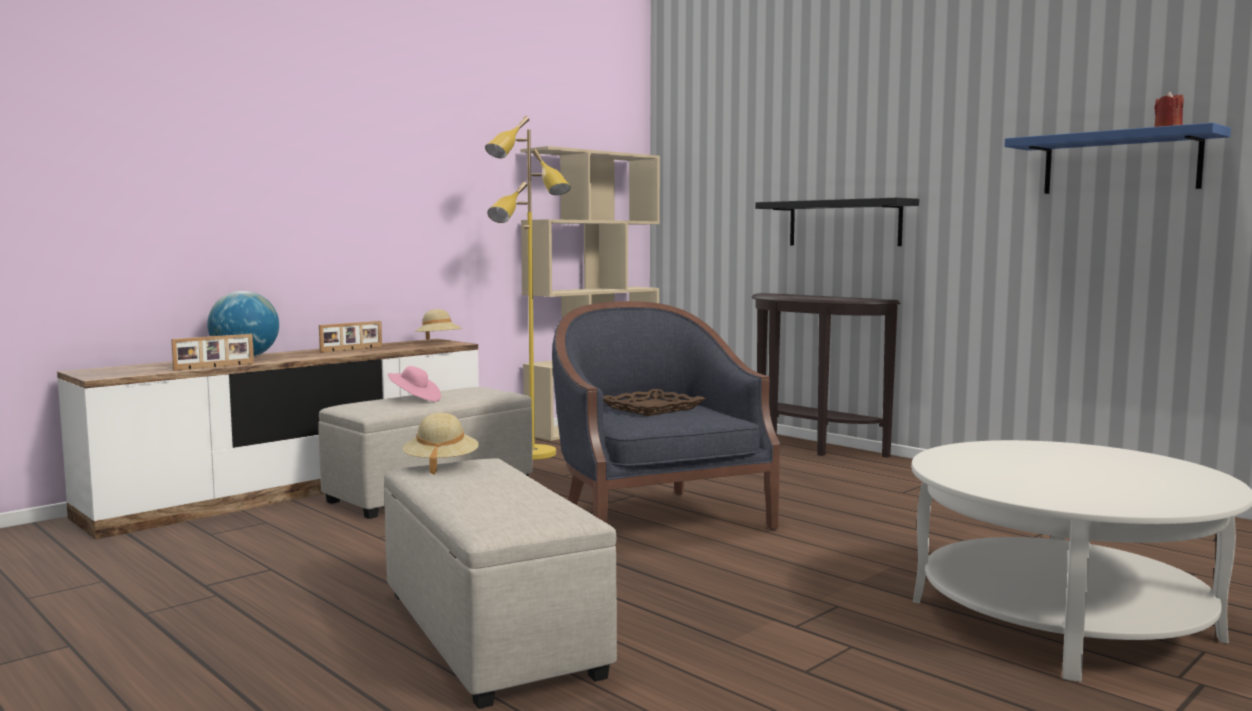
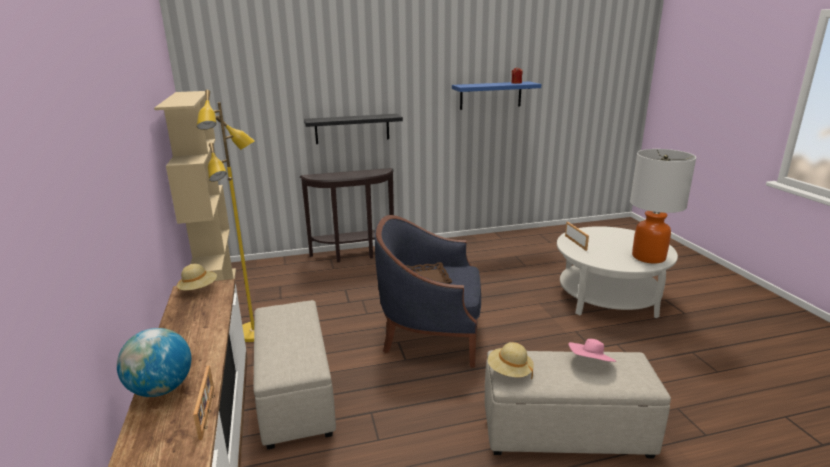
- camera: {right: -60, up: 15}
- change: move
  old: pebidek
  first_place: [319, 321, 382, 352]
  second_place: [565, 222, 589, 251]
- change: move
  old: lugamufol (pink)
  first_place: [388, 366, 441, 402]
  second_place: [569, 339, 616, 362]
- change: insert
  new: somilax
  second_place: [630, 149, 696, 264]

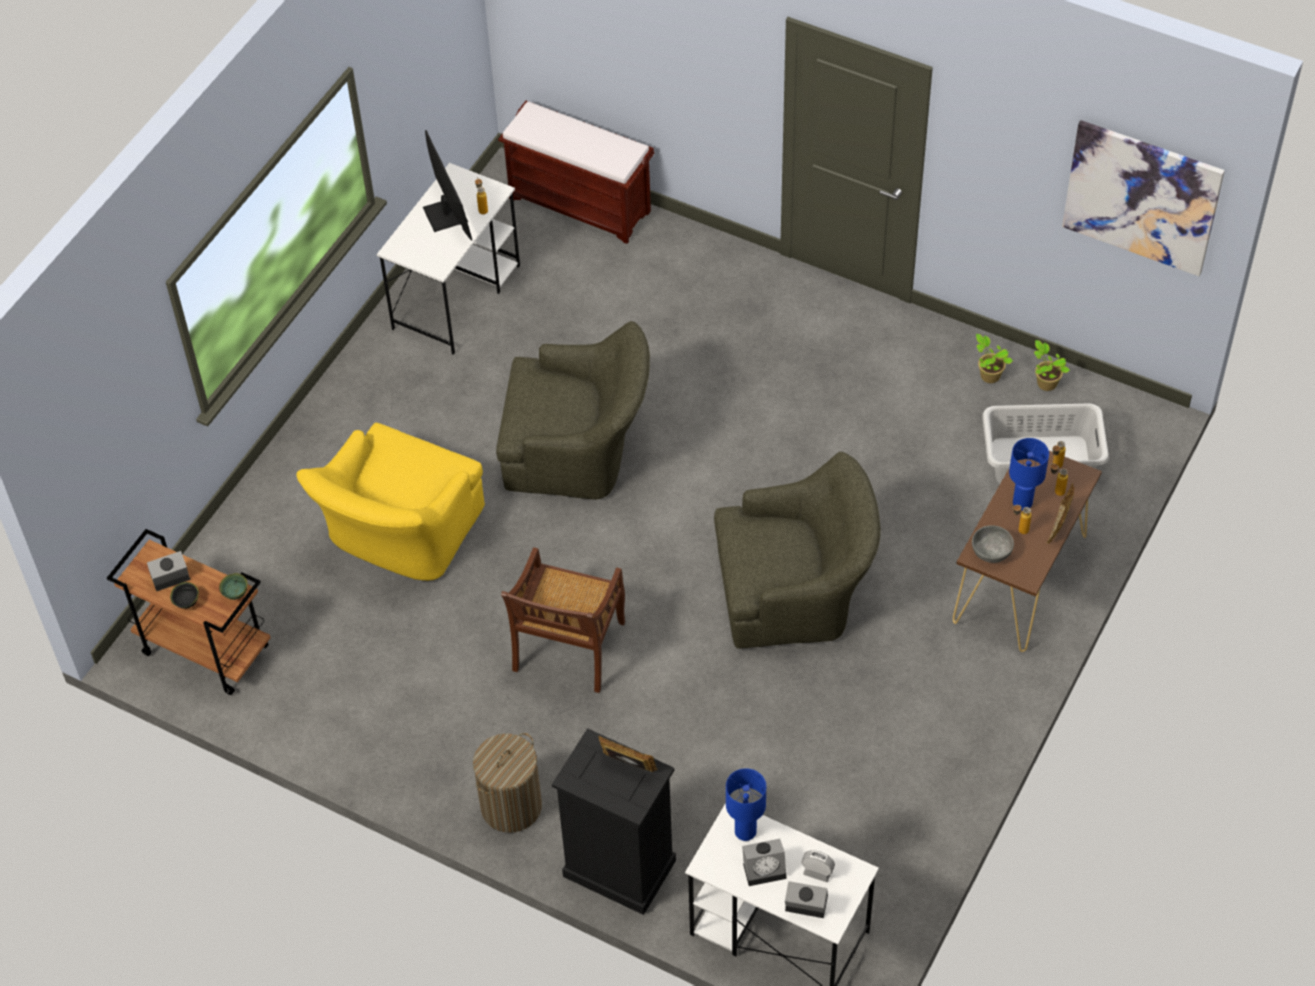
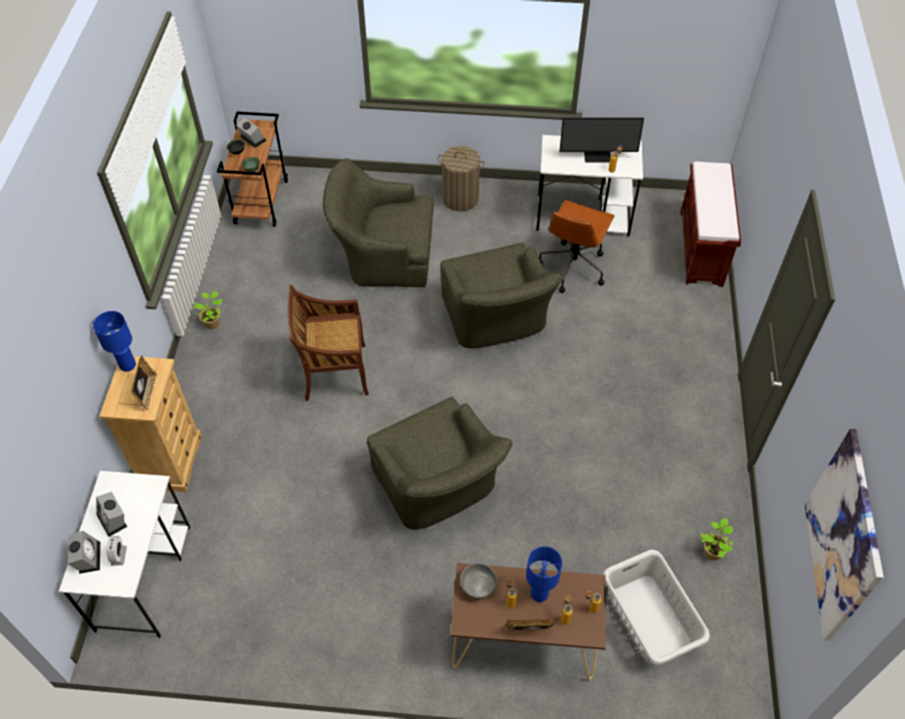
- camera: {right: 65, up: 0}
- change: move
  old: somilax (blue)
  first_place: [726, 768, 766, 841]
  second_place: [93, 311, 136, 372]
- change: recolor
  old: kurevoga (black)
  new: kurevoga (beige)
  first_place: [552, 728, 676, 915]
  second_place: [99, 356, 202, 492]
- change: move
  old: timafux
  first_place: [1034, 340, 1070, 391]
  second_place: [192, 290, 223, 329]
- change: recolor
  old: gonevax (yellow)
  new: gonevax (green)
  first_place: [296, 423, 485, 581]
  second_place: [323, 158, 434, 287]
- change: move
  old: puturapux
  first_place: [473, 733, 542, 833]
  second_place: [438, 146, 485, 211]
- change: insert
  new: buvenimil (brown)
  second_place: [539, 200, 615, 293]
- change: rotate
  old: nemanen
  first_place: [423, 130, 472, 241]
  second_place: [559, 118, 644, 162]
  degrees: 45

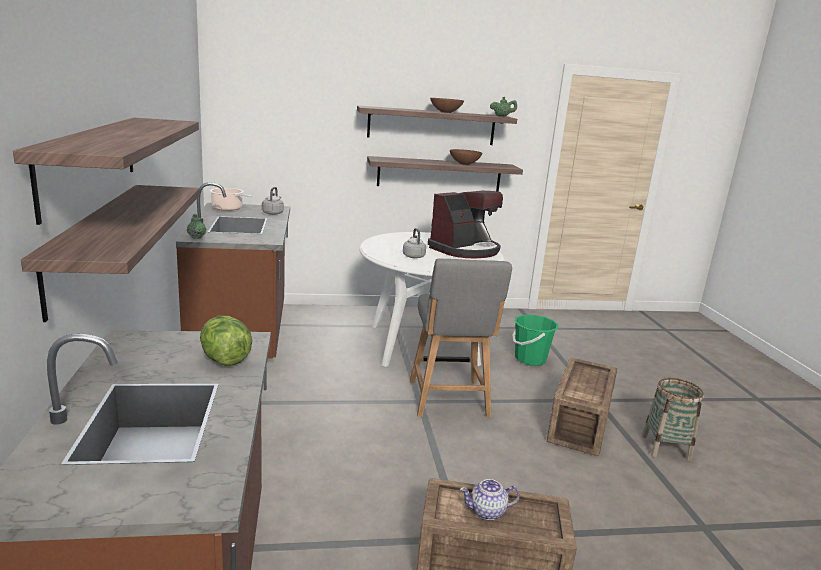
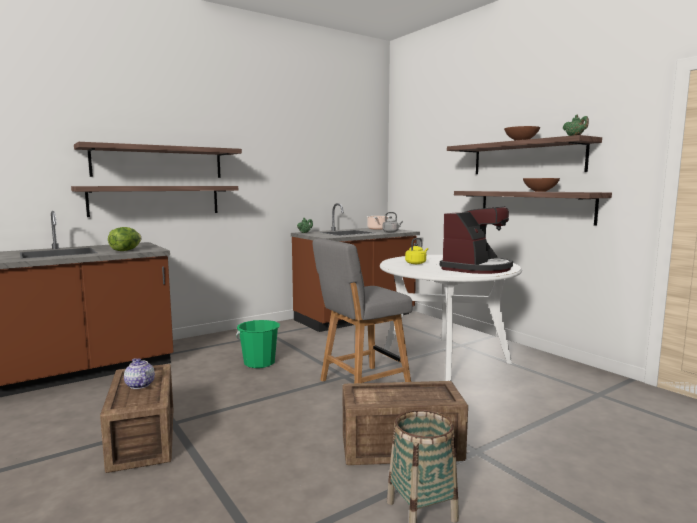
- camera: {right: 65, up: -10}
- change: move
  old: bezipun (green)
  first_place: [512, 315, 559, 366]
  second_place: [236, 320, 280, 368]
- change: recolor
  old: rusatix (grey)
  new: rusatix (yellow)
  first_place: [403, 228, 426, 258]
  second_place: [405, 238, 428, 264]
- change: rotate
  old: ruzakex
  first_place: [428, 191, 503, 258]
  second_place: [440, 206, 513, 274]
  degrees: -75

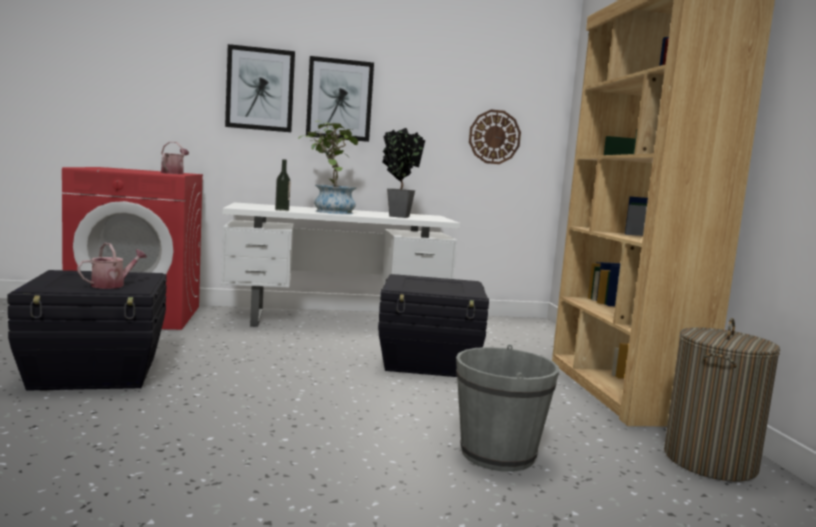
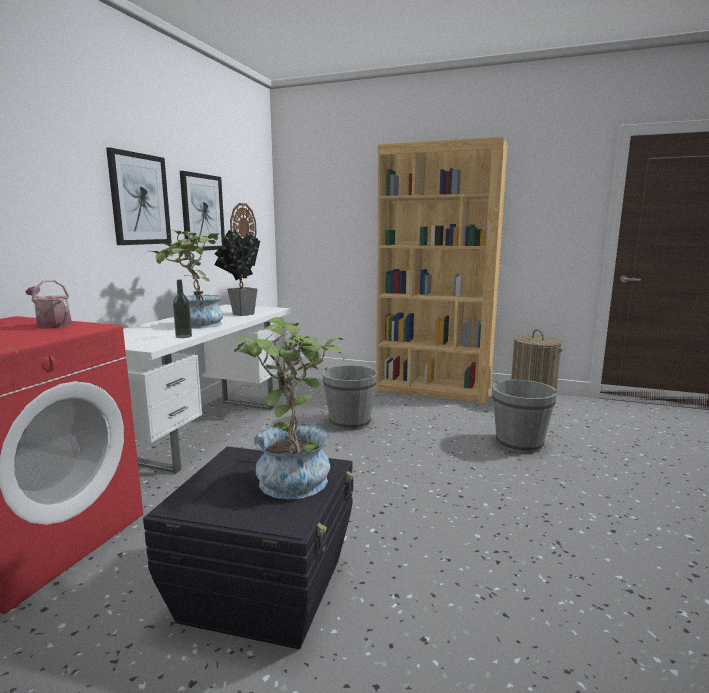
- camera: {right: -60, up: 5}
- change: move
  old: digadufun
  first_place: [225, 44, 295, 132]
  second_place: [180, 171, 225, 251]
- change: replace
  old: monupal
  new: timafux
  first_place: [77, 242, 147, 289]
  second_place: [234, 317, 344, 499]
- change: replace
  old: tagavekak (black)
  new: bezipun (grey)
  first_place: [378, 274, 489, 377]
  second_place: [322, 365, 378, 430]

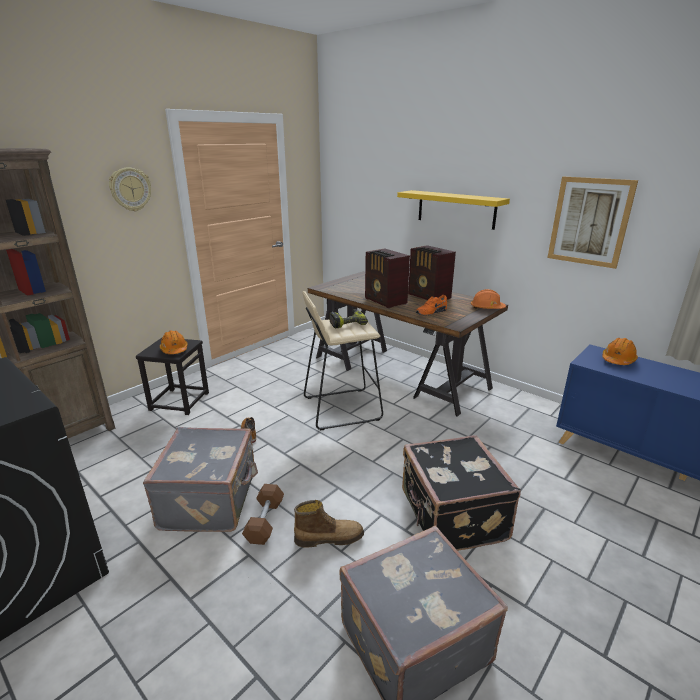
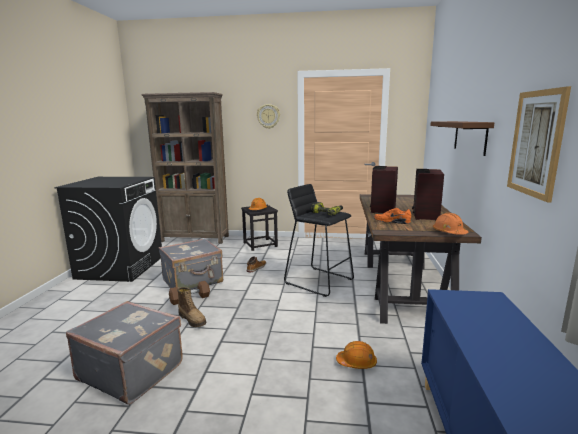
- camera: {right: 55, up: -10}
- change: recolor
  old: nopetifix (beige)
  new: nopetifix (black)
  first_place: [303, 291, 383, 431]
  second_place: [284, 184, 354, 297]
- change: move
  old: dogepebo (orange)
  first_place: [603, 338, 638, 365]
  second_place: [336, 341, 377, 369]
- change: recolor
  old: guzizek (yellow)
  new: guzizek (brown)
  first_place: [397, 190, 510, 230]
  second_place: [430, 121, 494, 156]
- change: delete
  old: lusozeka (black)
  first_place: [402, 435, 521, 551]

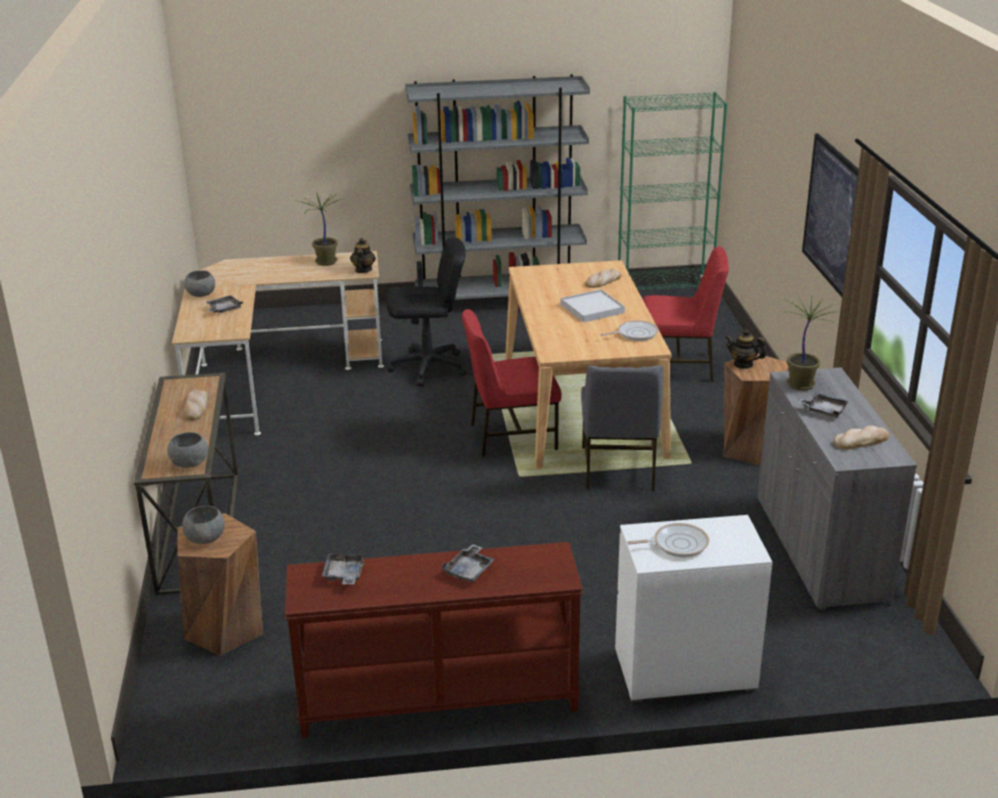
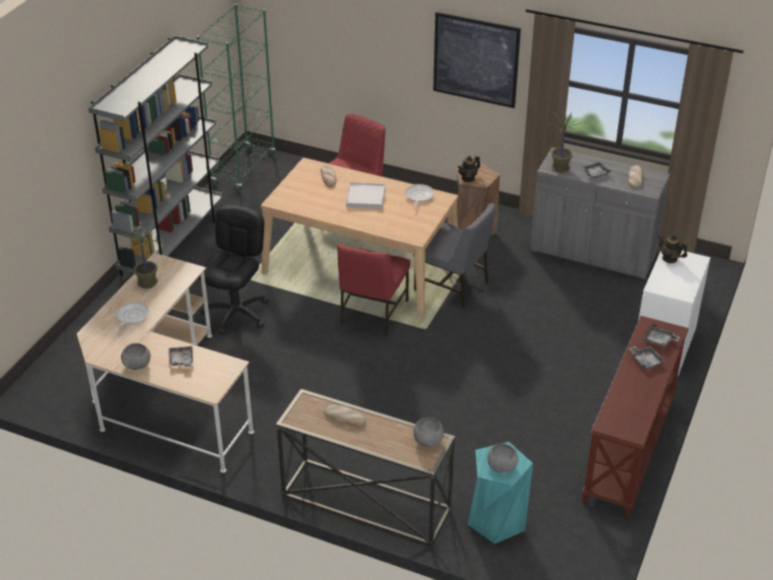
- camera: {right: -60, up: 10}
- change: move
  old: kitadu
  first_place: [627, 523, 709, 558]
  second_place: [114, 302, 150, 333]
- change: recolor
  old: nopetifix (brown)
  new: nopetifix (turquoise)
  first_place: [177, 513, 263, 656]
  second_place: [468, 442, 533, 544]
- change: move
  old: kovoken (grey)
  first_place: [321, 553, 364, 584]
  second_place: [643, 324, 680, 347]
- change: move
  old: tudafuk
  first_place: [350, 238, 376, 273]
  second_place: [658, 234, 687, 263]

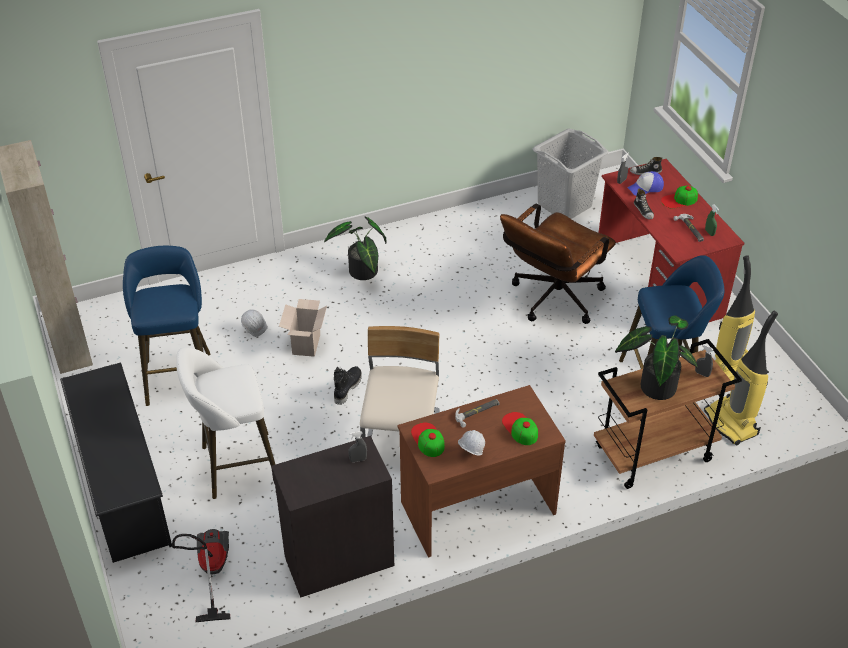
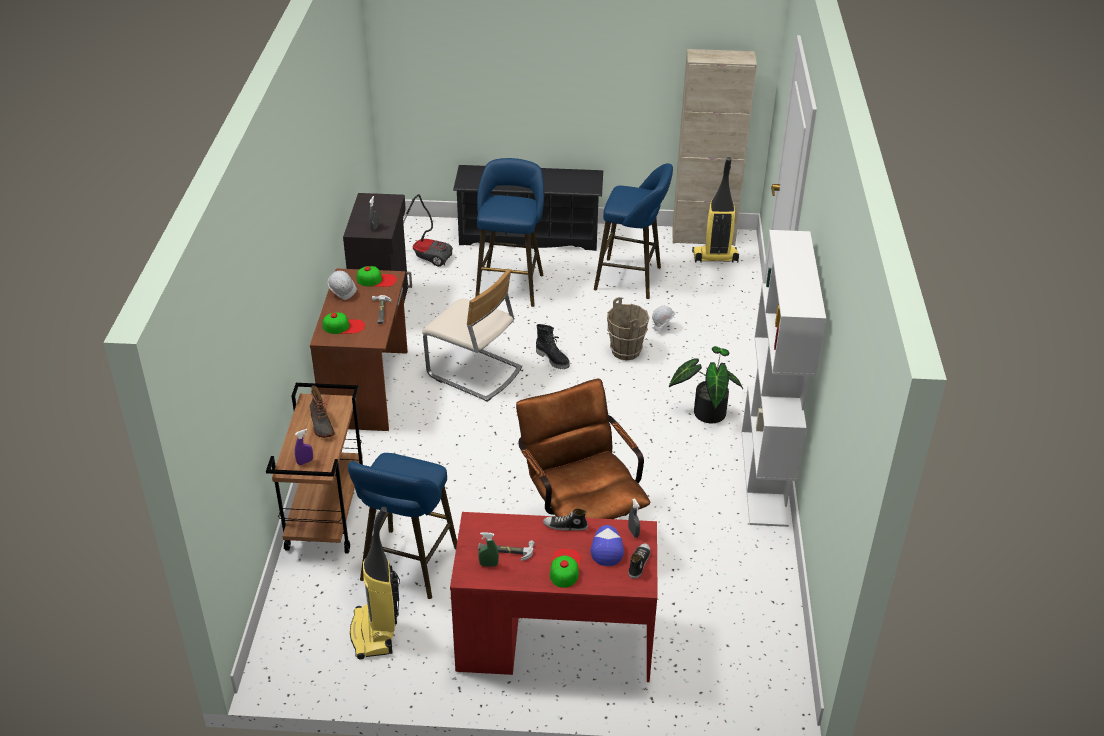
- camera: {right: 115, up: -5}
- change: recolor
  old: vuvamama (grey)
  new: vuvamama (purple)
  first_place: [695, 344, 713, 377]
  second_place: [295, 429, 313, 465]
- change: replace
  old: timafux
  new: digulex
  first_place: [615, 316, 698, 400]
  second_place: [310, 385, 335, 438]
- change: recolor
  old: nopetifix (white)
  new: nopetifix (blue)
  first_place: [176, 347, 276, 499]
  second_place: [475, 158, 544, 307]
- change: replace
  old: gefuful
  new: bezipun (brown)
  first_place: [279, 299, 327, 357]
  second_place: [607, 297, 649, 360]
- change: move
  old: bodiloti
  first_place: [704, 311, 778, 446]
  second_place: [692, 157, 739, 263]
- change: insert
  new: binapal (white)
  second_place: [742, 230, 826, 527]
- change: delete
  old: puturapux (grey)
  first_place: [533, 129, 609, 219]

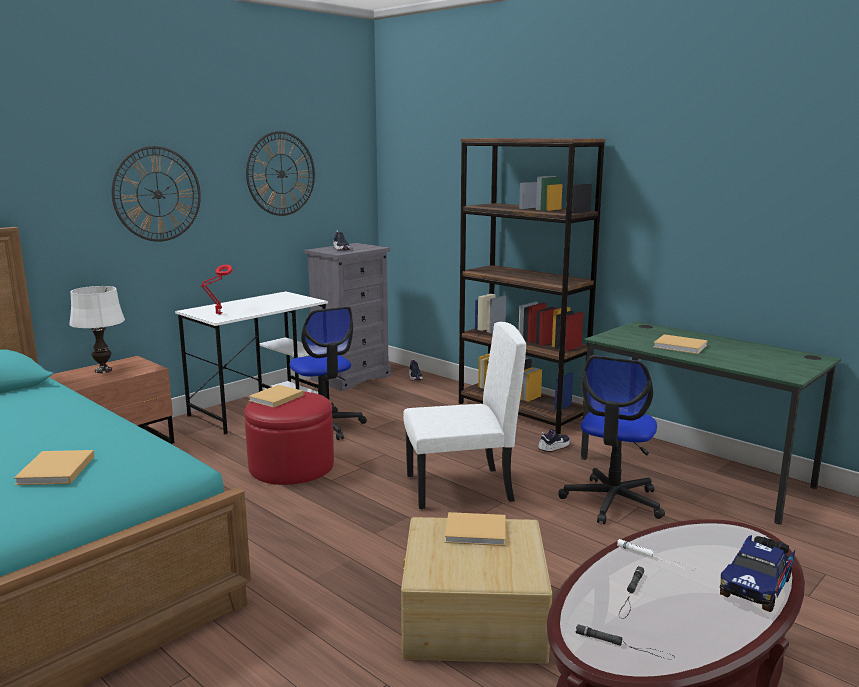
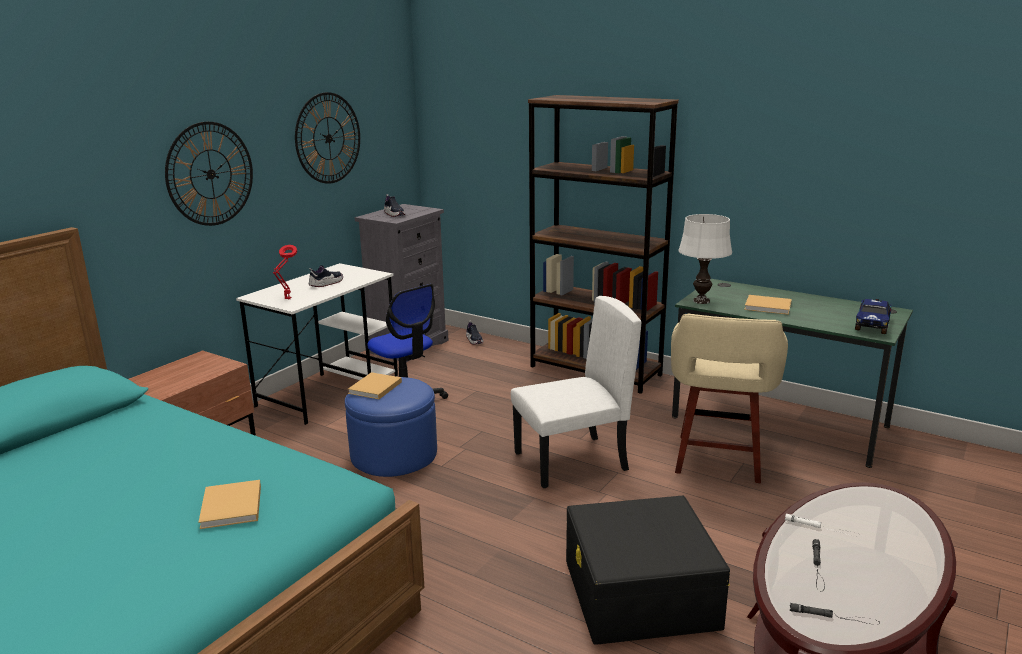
- camera: {right: -10, up: 5}
- change: move
  old: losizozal
  first_place: [538, 429, 570, 452]
  second_place: [309, 265, 343, 287]
- change: recolor
  old: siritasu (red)
  new: siritasu (blue)
  first_place: [244, 391, 334, 485]
  second_place: [345, 377, 437, 477]
- change: recolor
  old: tagavekak (beige)
  new: tagavekak (black)
  first_place: [401, 517, 552, 664]
  second_place: [566, 496, 730, 645]
- change: replace
  old: buvenimil
  new: nopetifix (beige)
  first_place: [558, 355, 665, 524]
  second_place: [671, 314, 788, 483]
- change: move
  old: somilax (white)
  first_place: [69, 286, 125, 373]
  second_place: [678, 214, 732, 304]
- change: move
  old: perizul
  first_place: [720, 535, 795, 612]
  second_place: [855, 299, 891, 334]
- change: delete
  old: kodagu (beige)
  first_place: [445, 512, 505, 546]

